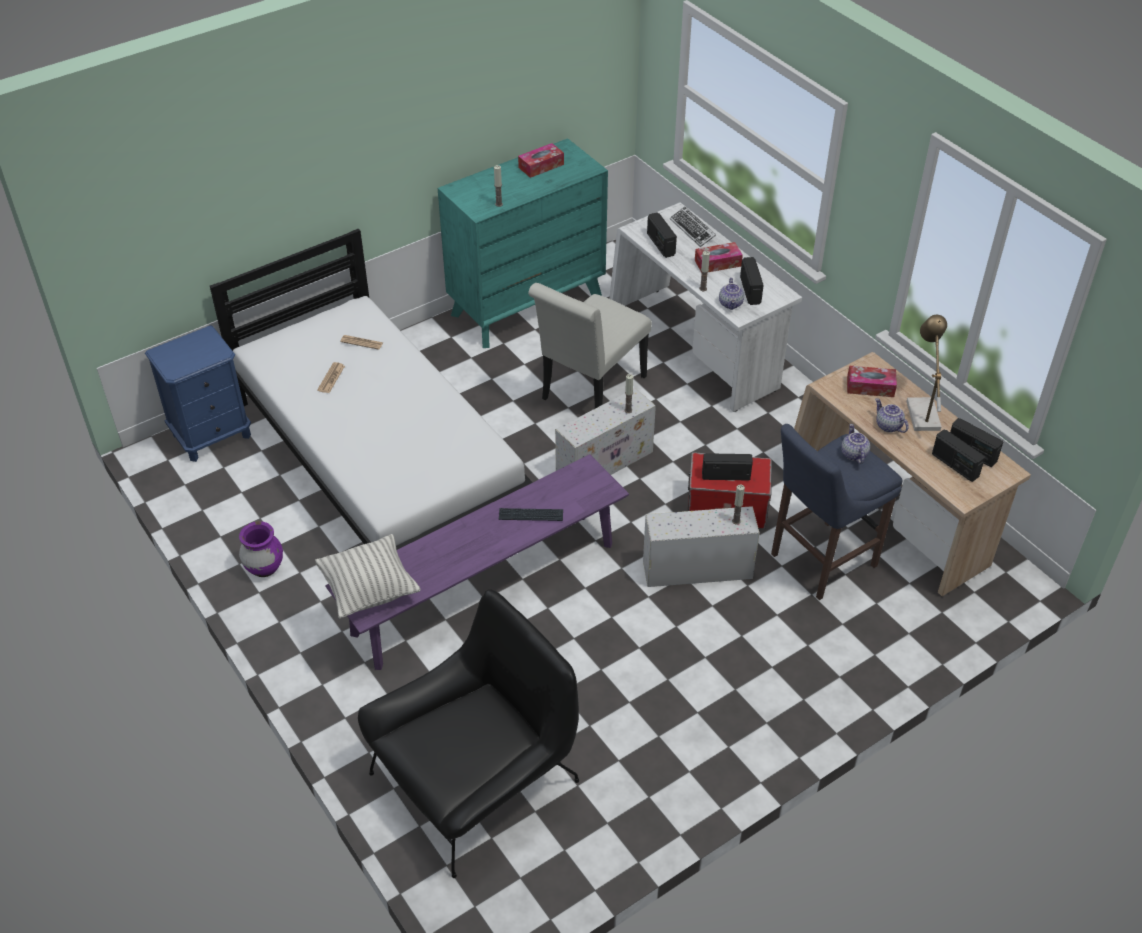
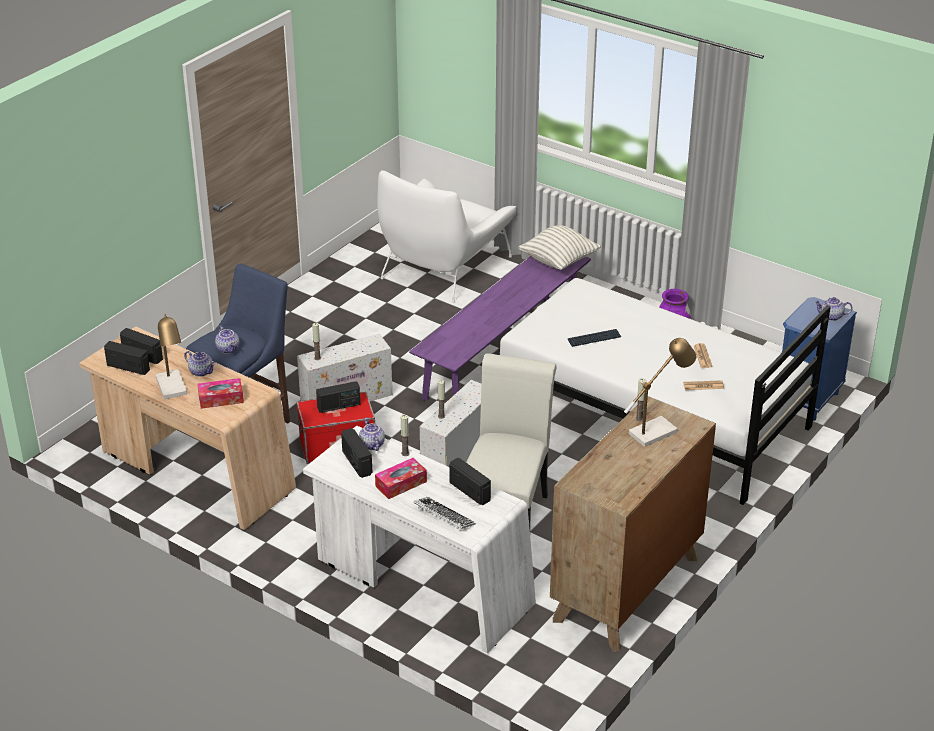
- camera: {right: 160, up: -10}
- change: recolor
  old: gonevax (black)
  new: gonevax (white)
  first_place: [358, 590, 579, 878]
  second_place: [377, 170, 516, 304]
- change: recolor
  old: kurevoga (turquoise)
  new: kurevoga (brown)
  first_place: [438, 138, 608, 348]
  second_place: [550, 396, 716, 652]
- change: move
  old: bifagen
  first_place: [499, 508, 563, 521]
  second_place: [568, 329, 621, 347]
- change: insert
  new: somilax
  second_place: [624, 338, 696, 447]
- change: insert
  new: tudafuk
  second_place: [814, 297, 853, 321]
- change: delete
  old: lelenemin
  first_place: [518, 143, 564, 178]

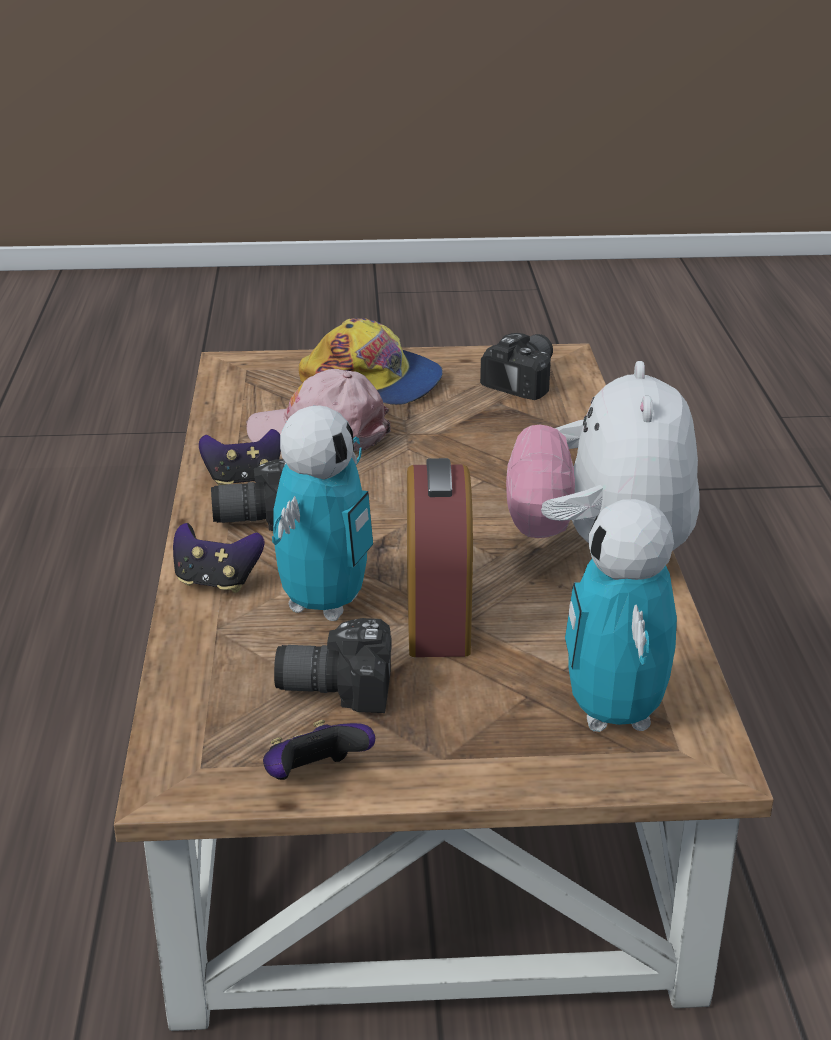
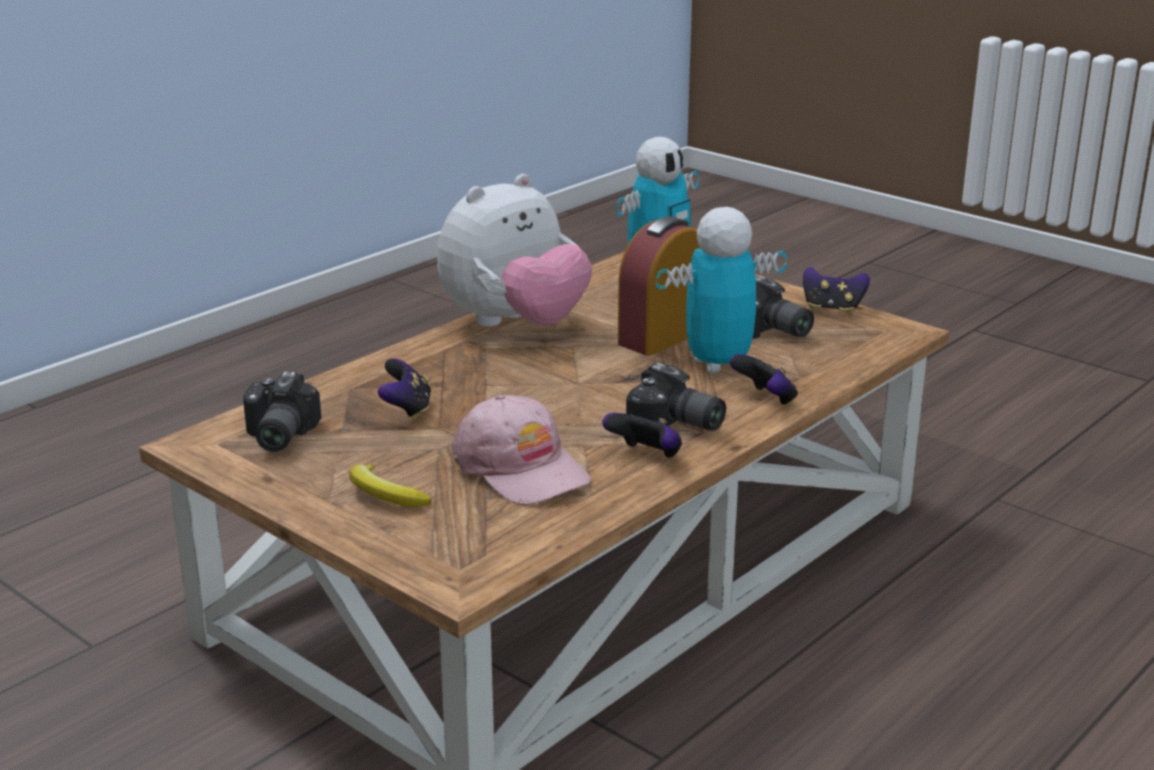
- camera: {right: -135, up: -5}
- change: rotate
  old: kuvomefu
  first_place: [480, 333, 553, 400]
  second_place: [243, 371, 321, 452]
  degrees: -75
- change: replace
  old: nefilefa
  new: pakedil
  first_place: [299, 318, 443, 405]
  second_place: [349, 465, 431, 507]
- change: insert
  new: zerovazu
  second_place: [378, 358, 432, 420]

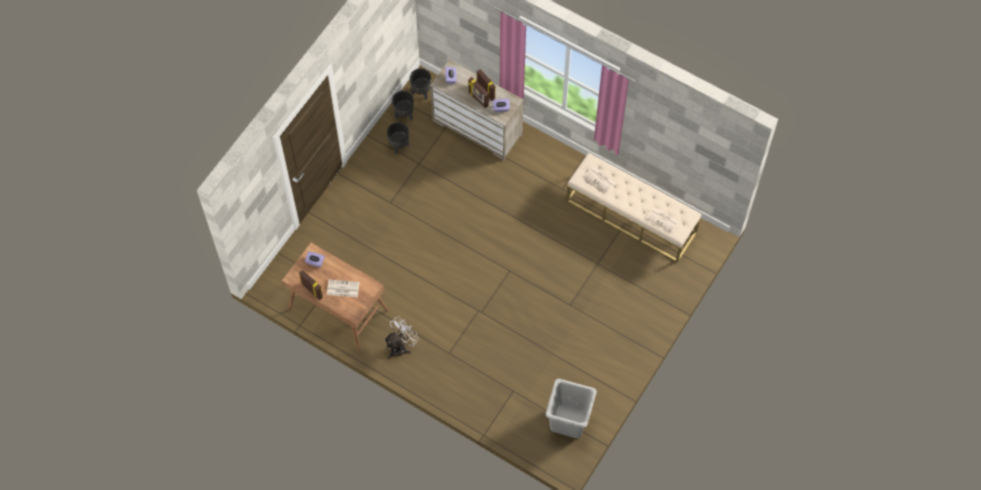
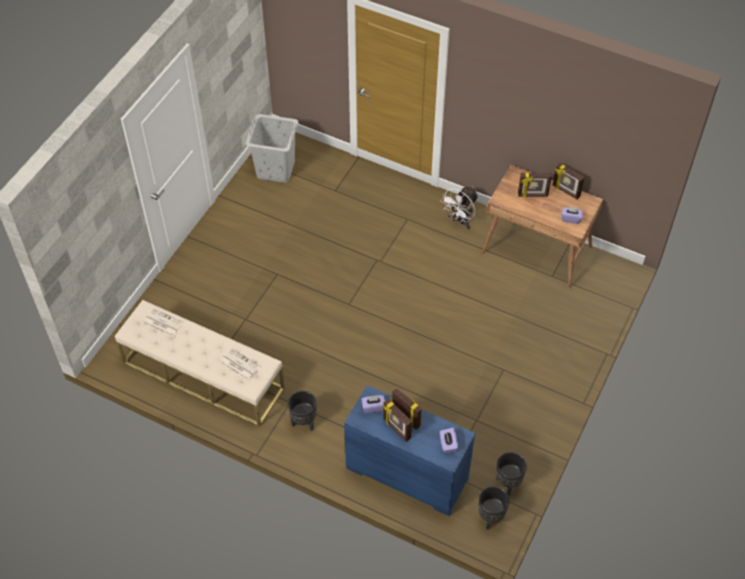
- camera: {right: 175, up: -10}
- change: move
  old: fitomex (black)
  first_place: [387, 122, 409, 155]
  second_place: [288, 391, 317, 431]
- change: recolor
  old: kurevoga (beige)
  new: kurevoga (blue)
  first_place: [430, 59, 524, 160]
  second_place: [344, 385, 476, 516]
- change: replace
  old: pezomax
  new: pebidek
  first_place: [327, 280, 359, 297]
  second_place: [518, 173, 552, 197]

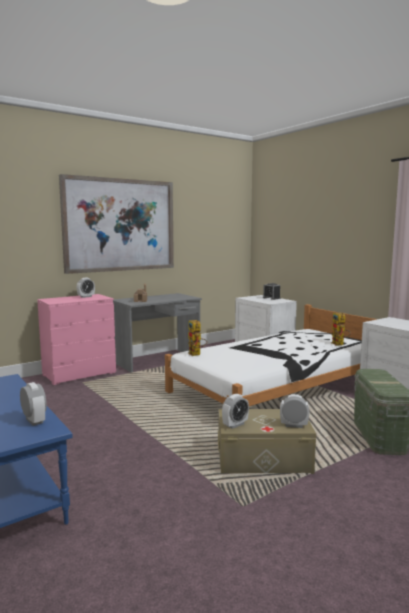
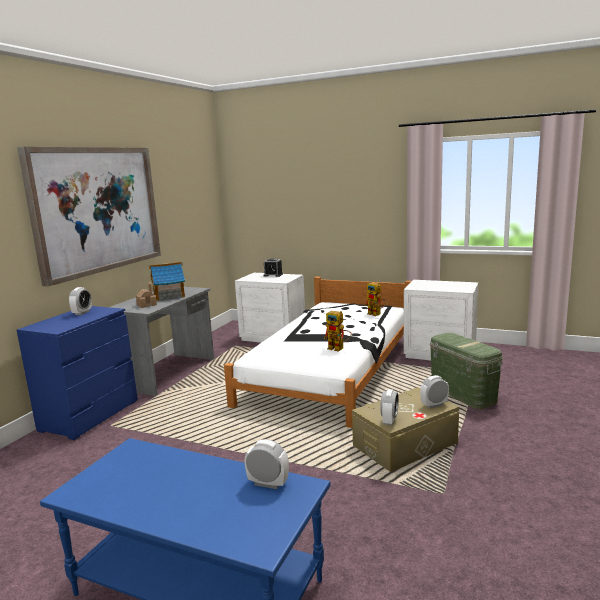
- camera: {right: -30, up: 5}
- change: recolor
  old: kurevoga (pink)
  new: kurevoga (blue)
  first_place: [37, 294, 116, 385]
  second_place: [17, 306, 138, 440]
- change: insert
  new: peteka
  second_place: [149, 262, 185, 301]
- change: move
  old: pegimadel
  first_place: [188, 320, 207, 356]
  second_place: [324, 311, 352, 352]

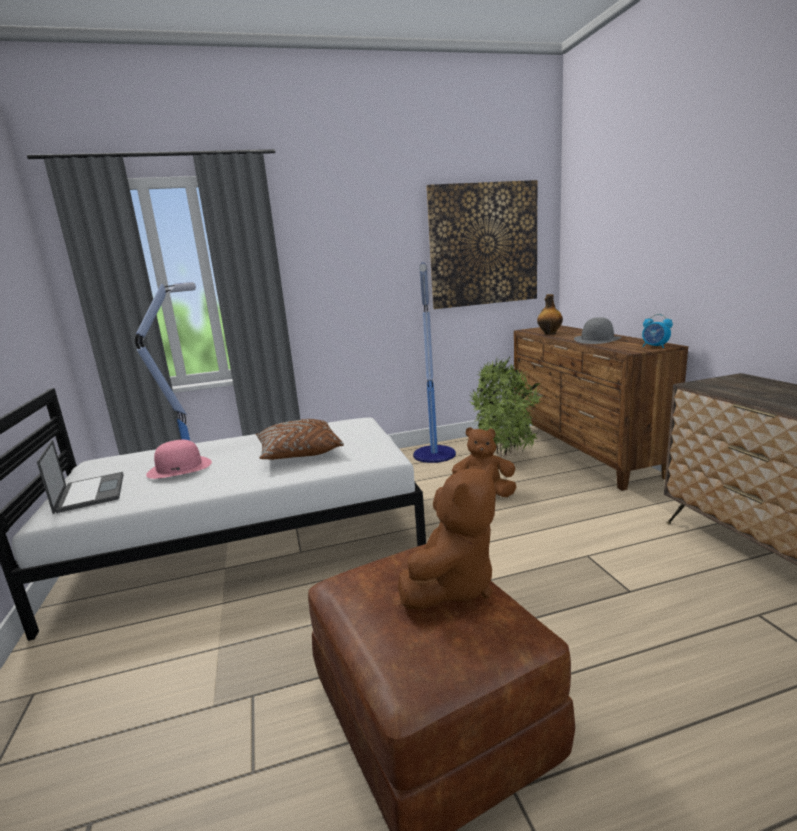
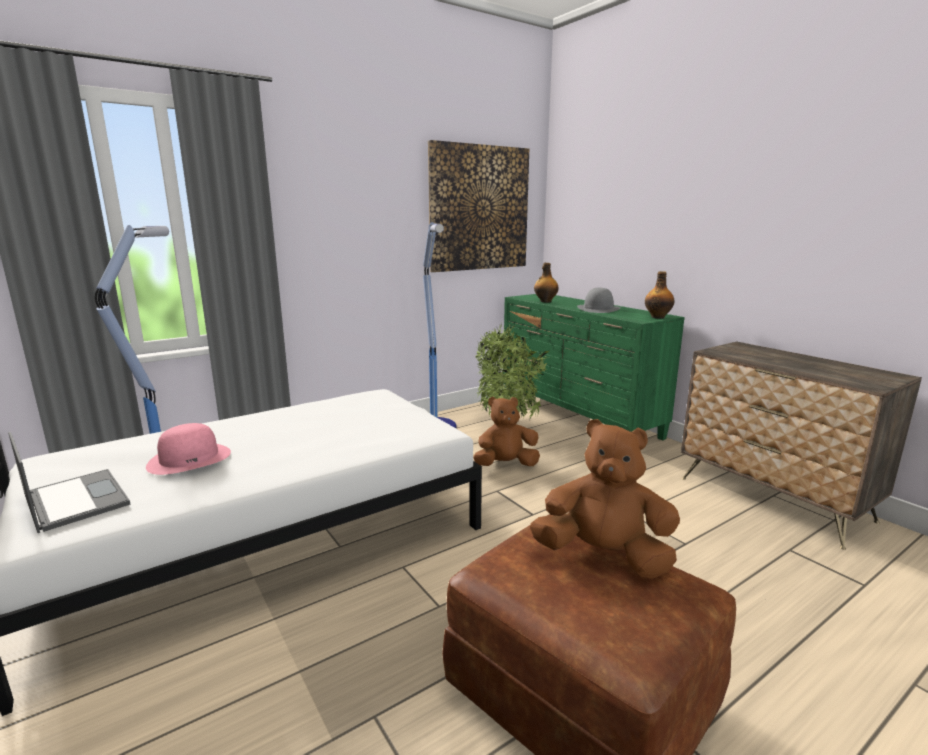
- camera: {right: -20, up: 0}
- change: recolor
  old: kurevoga (brown)
  new: kurevoga (green)
  first_place: [514, 325, 688, 491]
  second_place: [503, 294, 685, 440]
- change: rotate
  old: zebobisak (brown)
  first_place: [398, 464, 496, 610]
  second_place: [530, 419, 680, 579]
  degrees: -90
- change: replace
  old: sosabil
  new: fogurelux
  first_place: [642, 314, 673, 349]
  second_place: [645, 271, 674, 319]
- change: delete
  old: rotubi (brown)
  first_place: [256, 419, 344, 460]

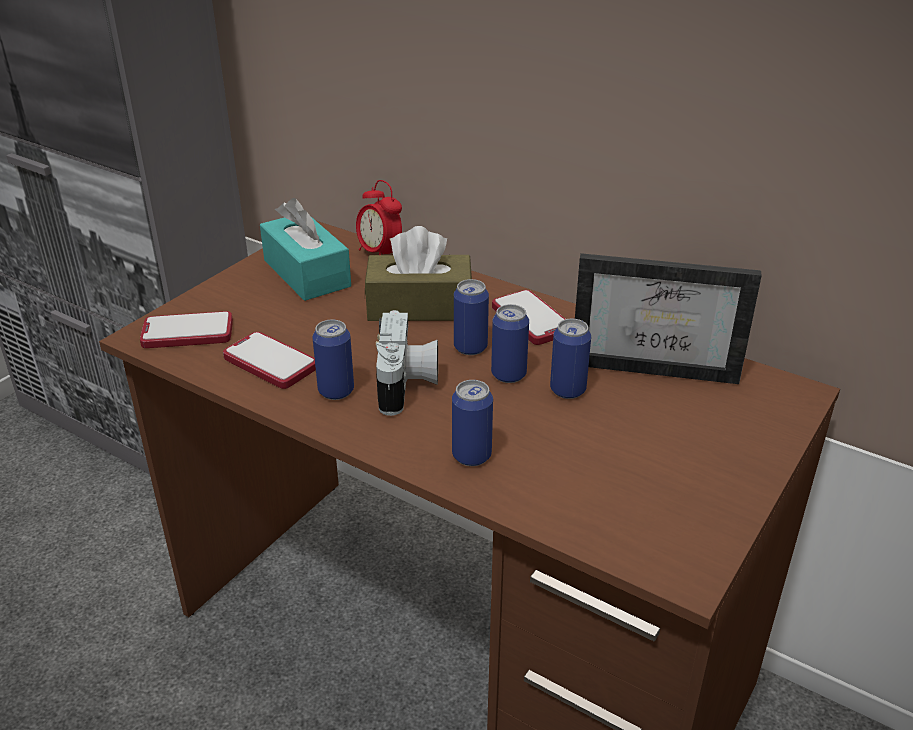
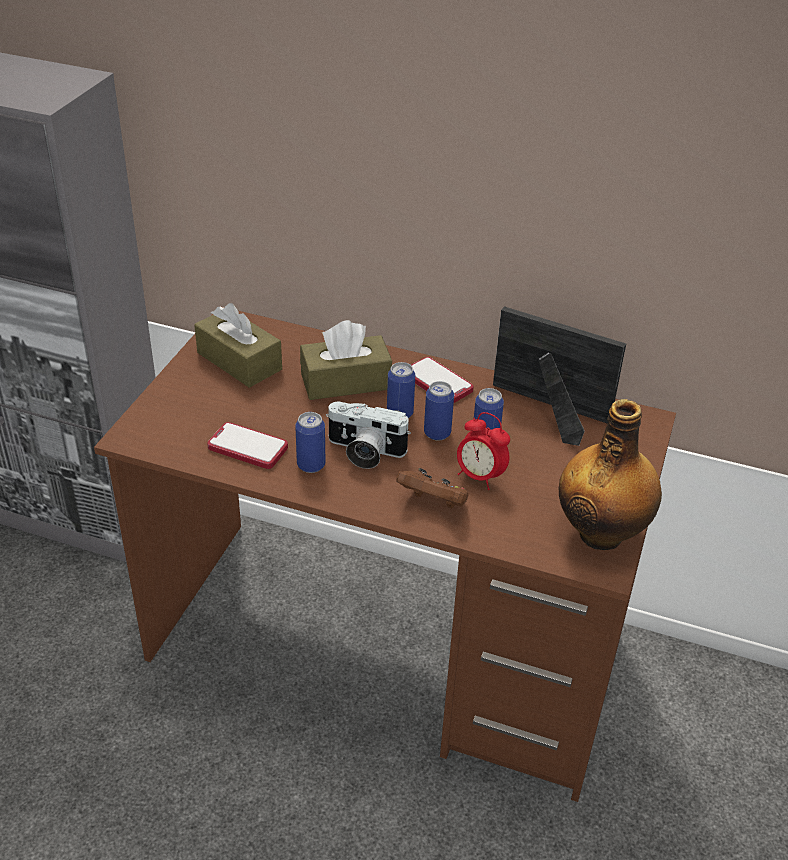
- camera: {right: -15, up: 5}
- change: recolor
  old: lelenemin (turquoise)
  new: lelenemin (brown)
  first_place: [260, 198, 351, 301]
  second_place: [194, 303, 282, 388]
- change: rotate
  old: kuvomefu
  first_place: [376, 310, 438, 416]
  second_place: [326, 401, 411, 469]
  degrees: 120
- change: replace
  old: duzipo
  new: zerovazu (brown)
  first_place: [452, 380, 493, 466]
  second_place: [396, 468, 468, 509]
- change: move
  old: sosabil
  first_place: [356, 180, 402, 255]
  second_place: [457, 412, 510, 490]
- change: rotate
  old: pebidek
  first_place: [575, 253, 762, 384]
  second_place: [493, 306, 626, 446]
  degrees: -150
- change: insert
  new: fogurelux
  second_place: [559, 399, 662, 550]
- change: delete
  old: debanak
  first_place: [140, 311, 233, 348]

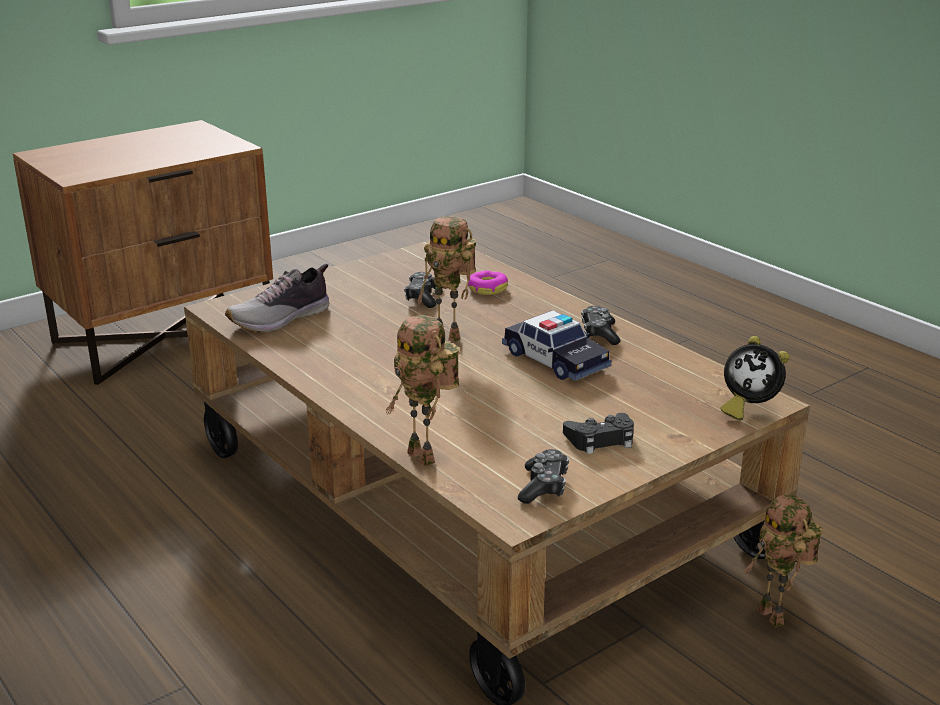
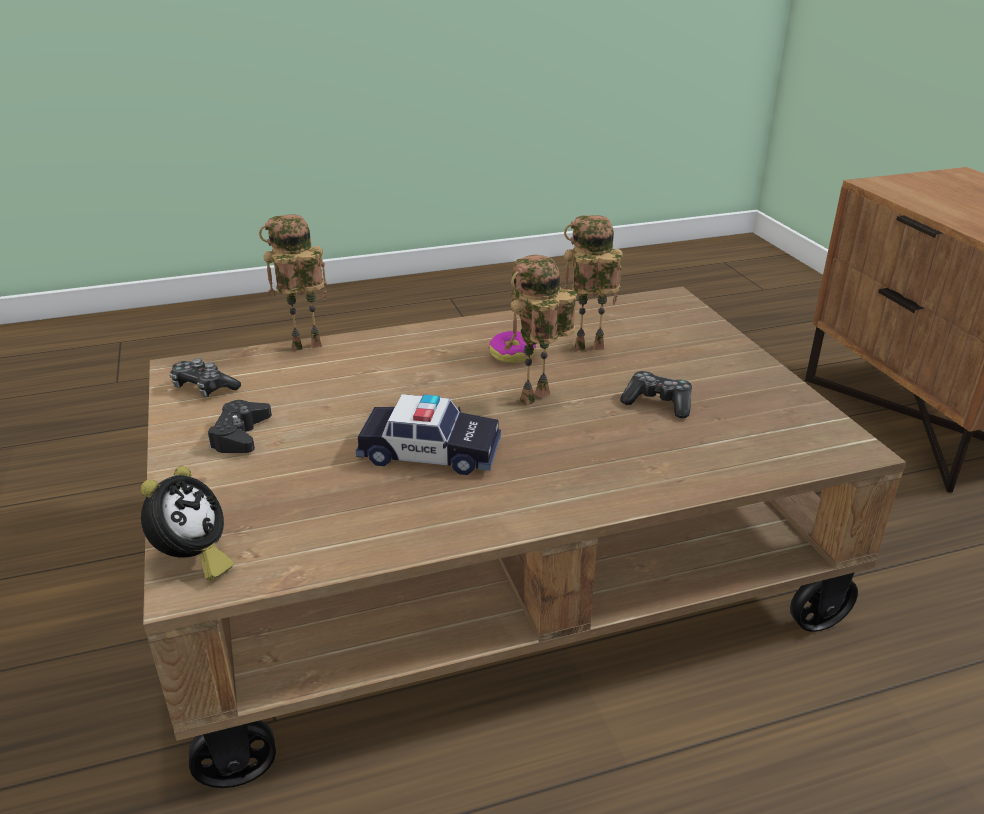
- camera: {right: 110, up: 5}
- change: rotate
  old: sosabil
  first_place: [721, 336, 789, 420]
  second_place: [141, 466, 234, 580]
  degrees: 150
- change: rotate
  old: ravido
  first_place: [502, 311, 611, 381]
  second_place: [356, 394, 501, 475]
  degrees: -150
- change: move
  old: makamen
  first_place: [468, 270, 508, 295]
  second_place: [489, 331, 536, 363]
- change: move
  old: pegimadel
  first_place: [744, 495, 822, 627]
  second_place: [562, 215, 623, 350]
- change: delete
  old: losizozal
  first_place: [225, 264, 329, 332]
- change: delete
  old: zerovazu
  first_place: [581, 306, 621, 345]

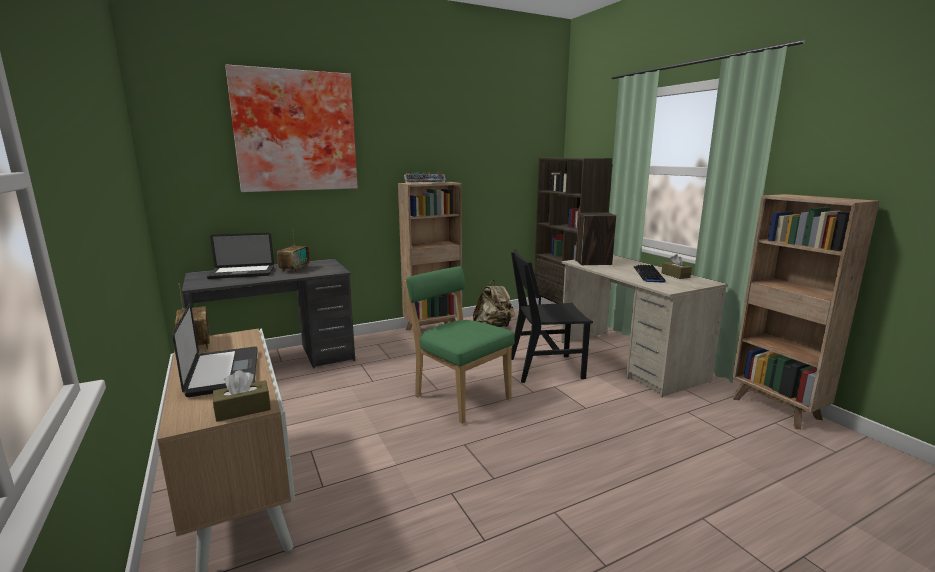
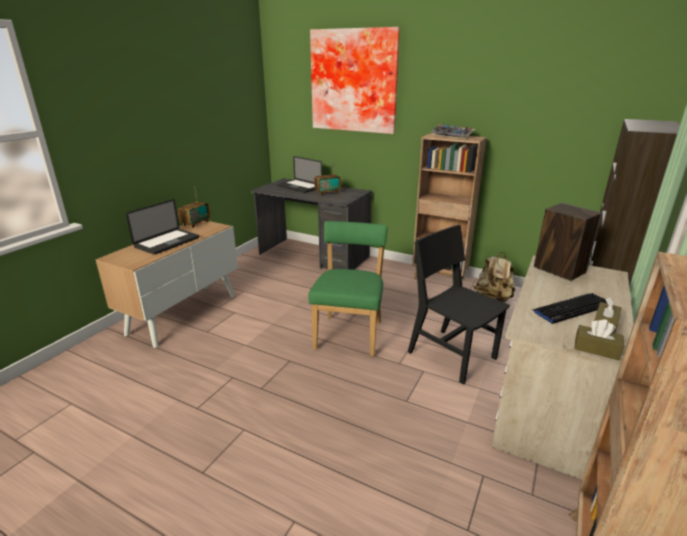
- camera: {right: 55, up: 10}
- change: move
  old: lelenemin (brown)
  first_place: [213, 370, 271, 422]
  second_place: [574, 319, 624, 360]

